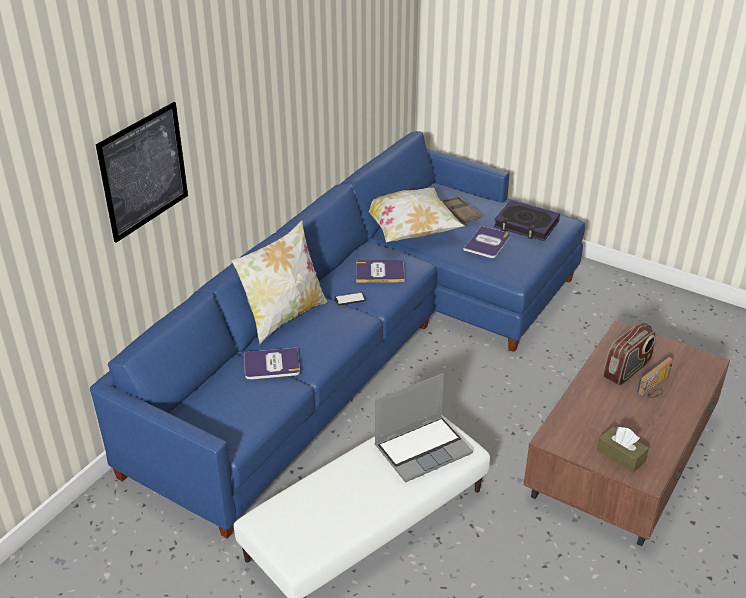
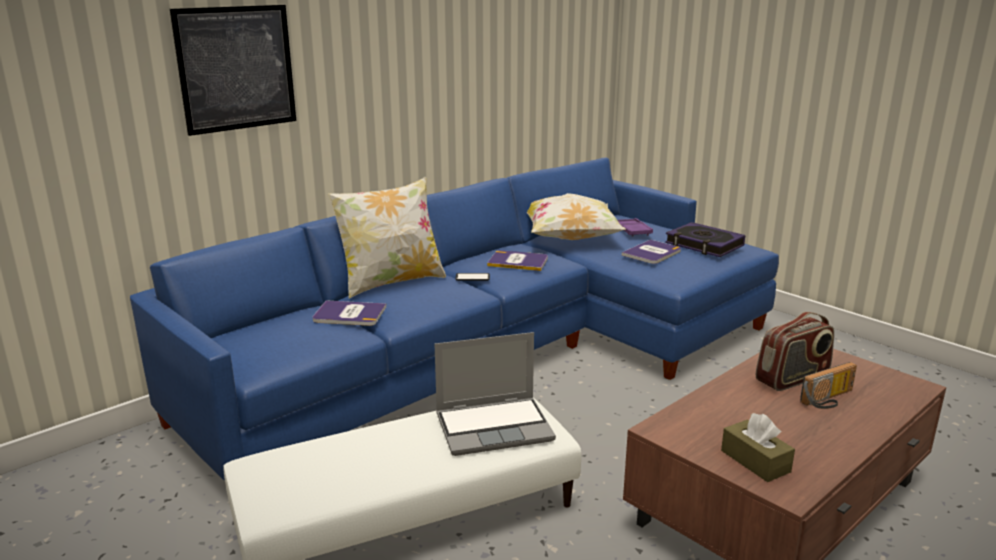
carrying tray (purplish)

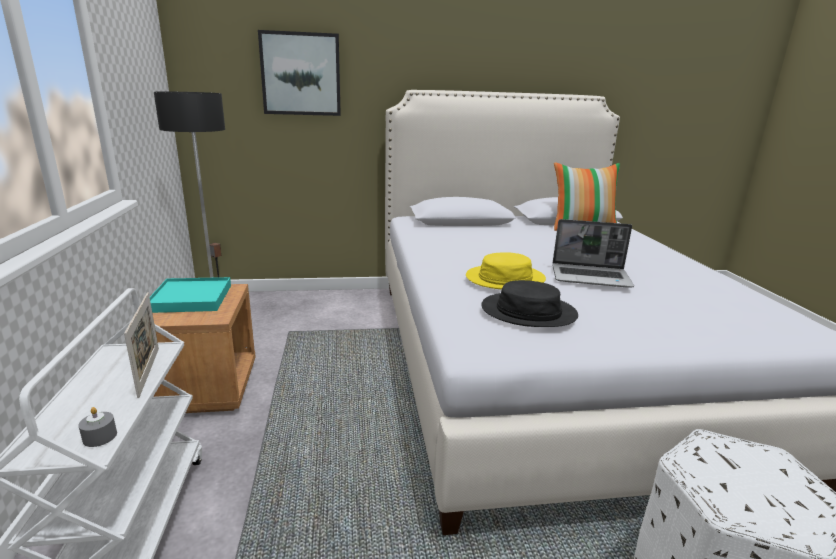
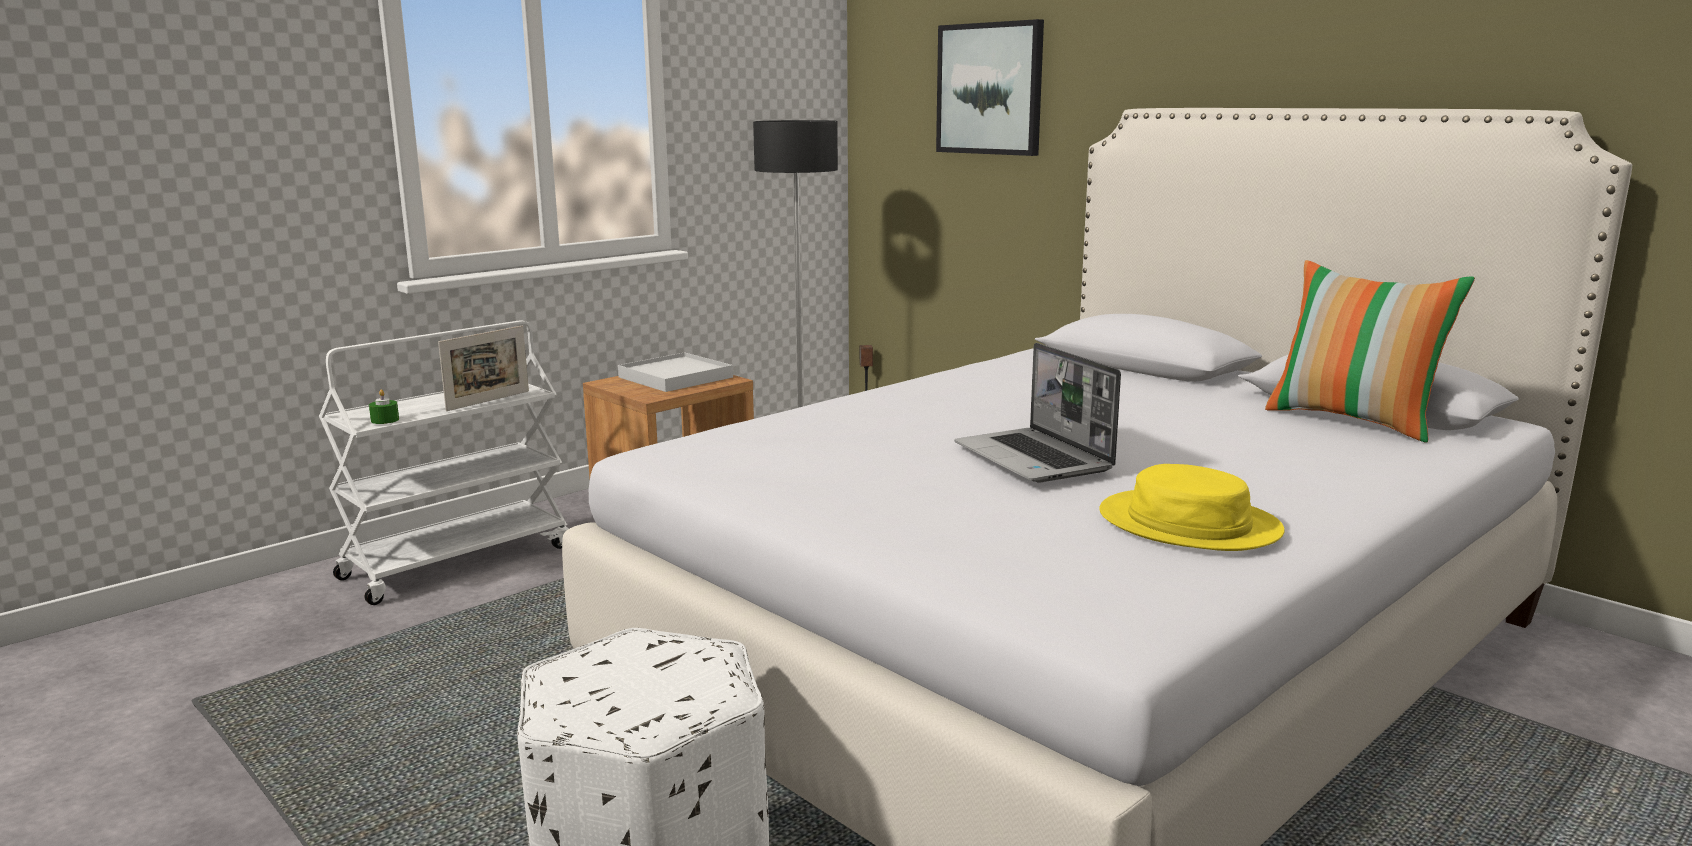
hat (yellow); carrying tray (white-coloured); hat (blackish); candle (green-coloured)

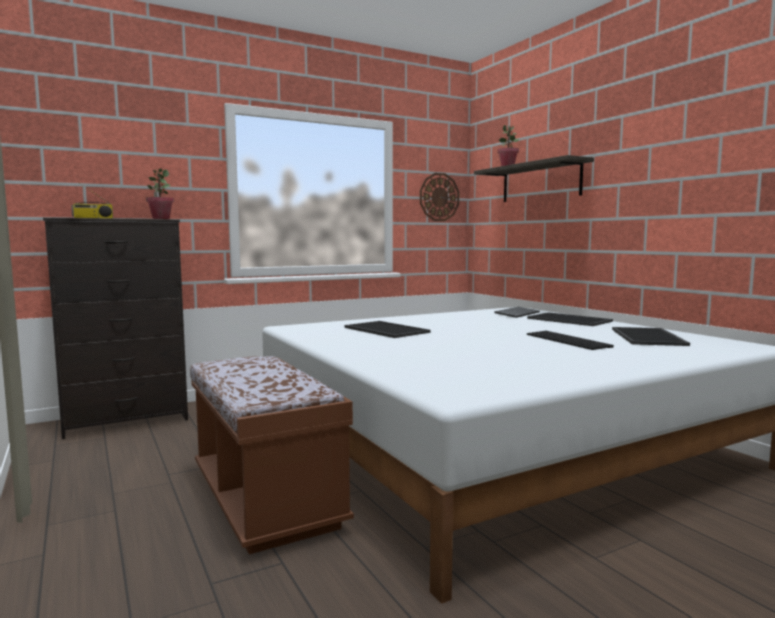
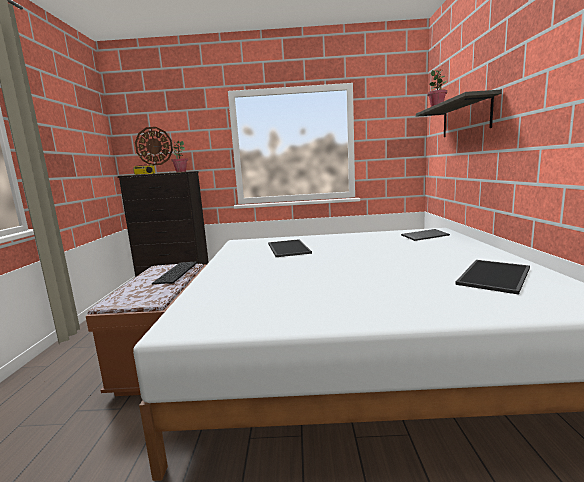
wall clock; carrying tray (no. 2 from left in the first image); PC keyboard (no. 1 from left)

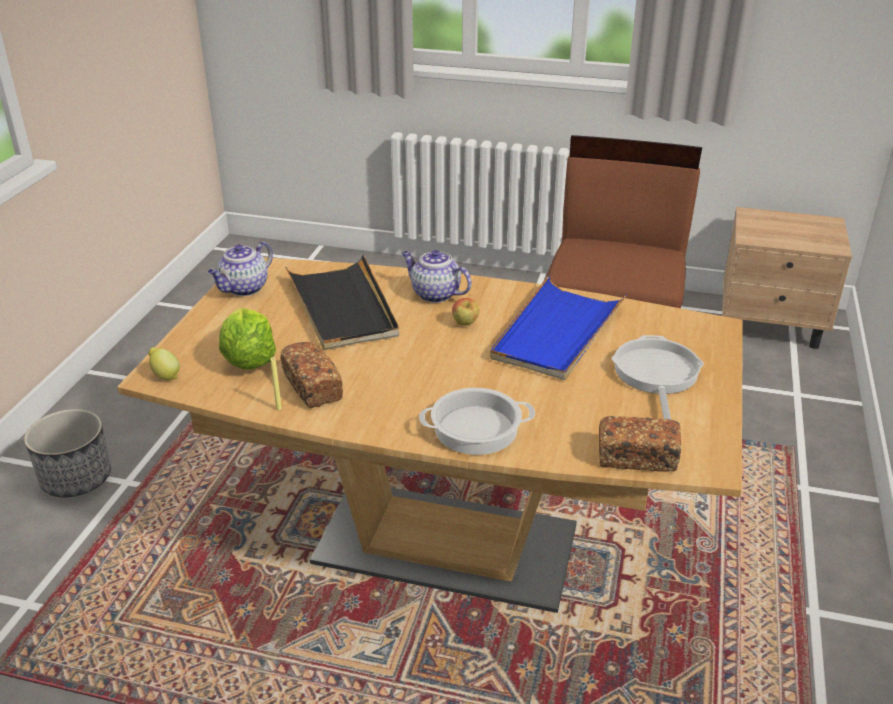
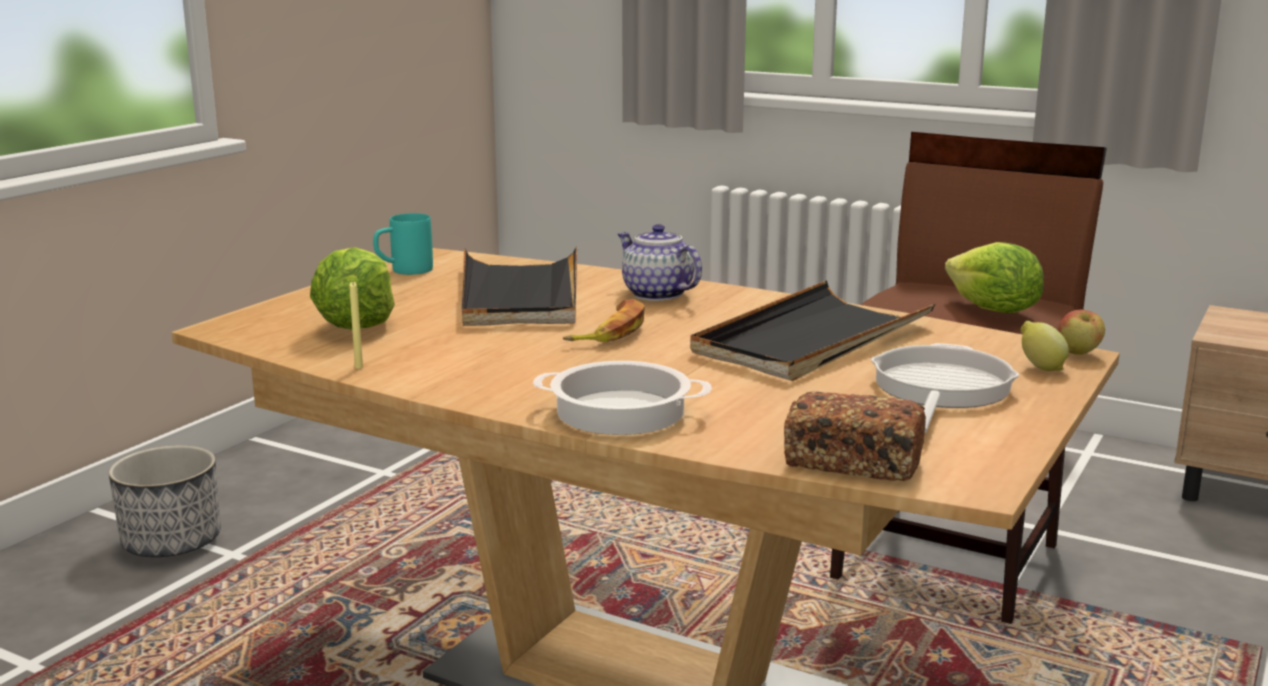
coffee mug (blue-green); carrying tray (blackish) (no. 2 from left); apple; bread (no. 1 from left in the first image); lemon; lettuce (no. 2 from left); banana

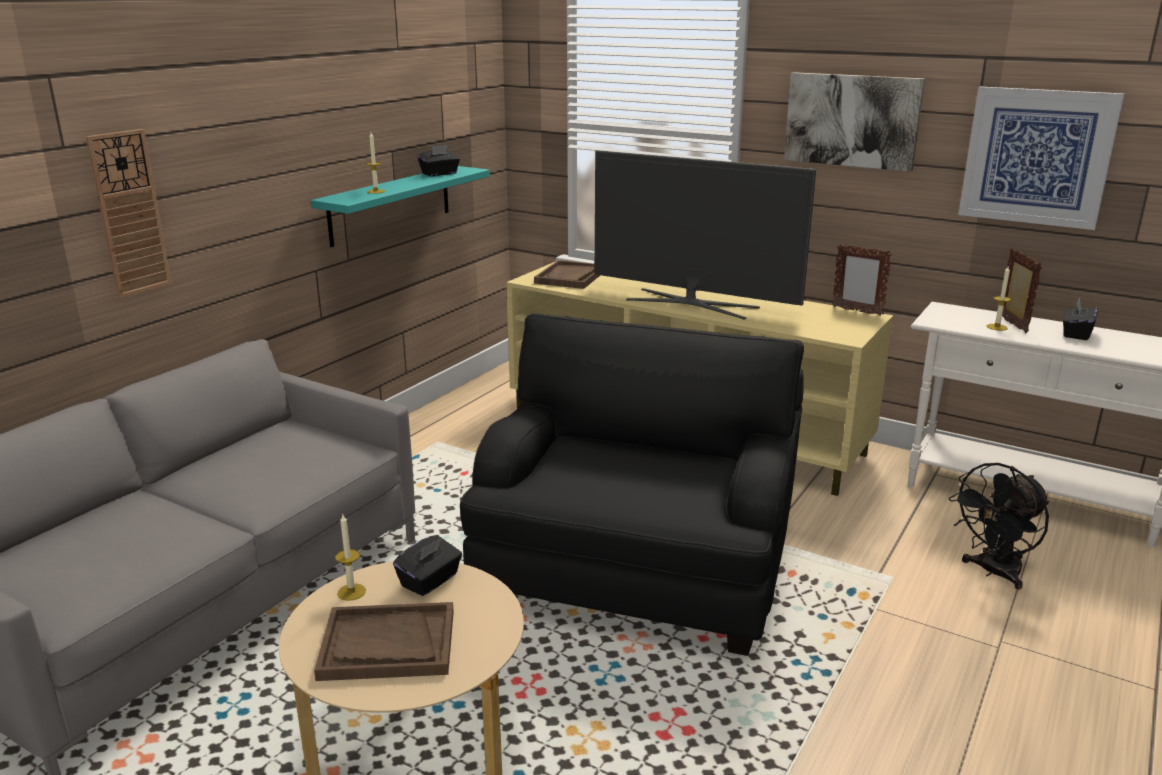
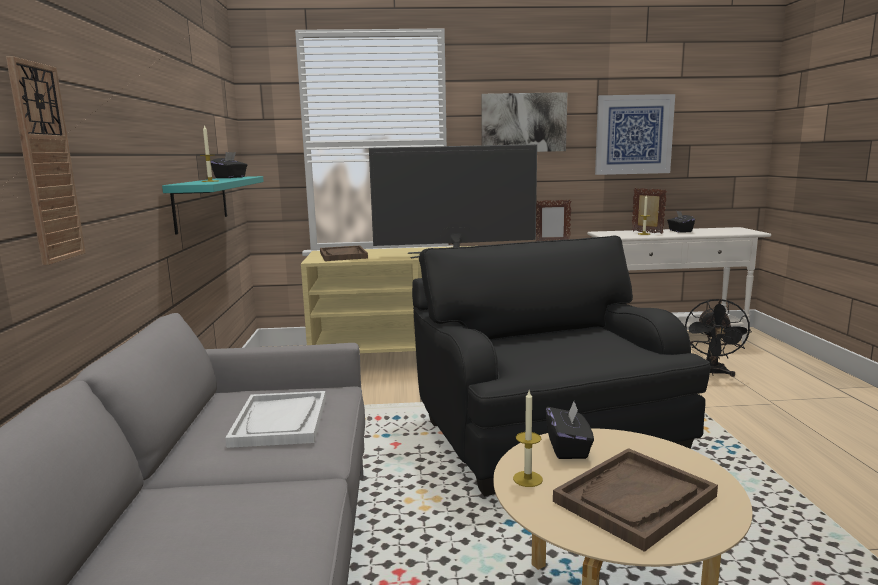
carrying tray (white-coloured)

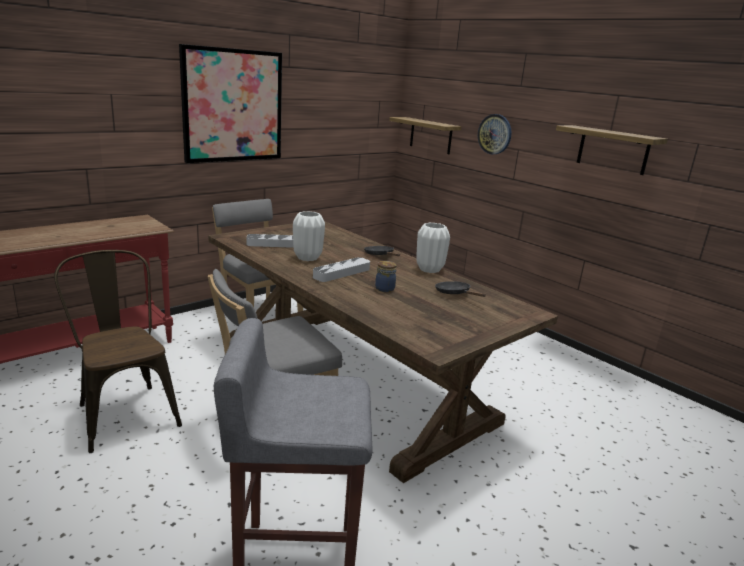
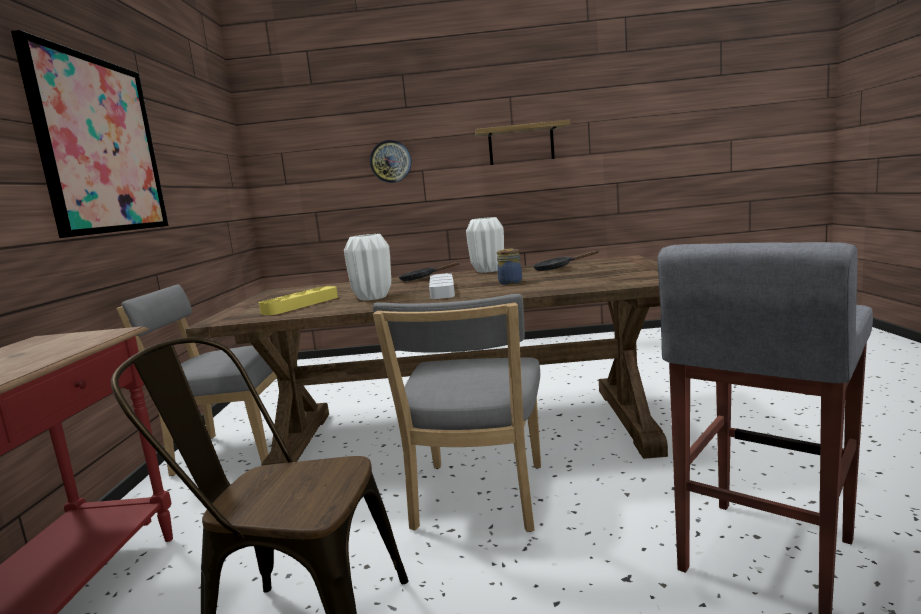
wall shelf (no. 1 from left in the first image); carrying tray (yellow)

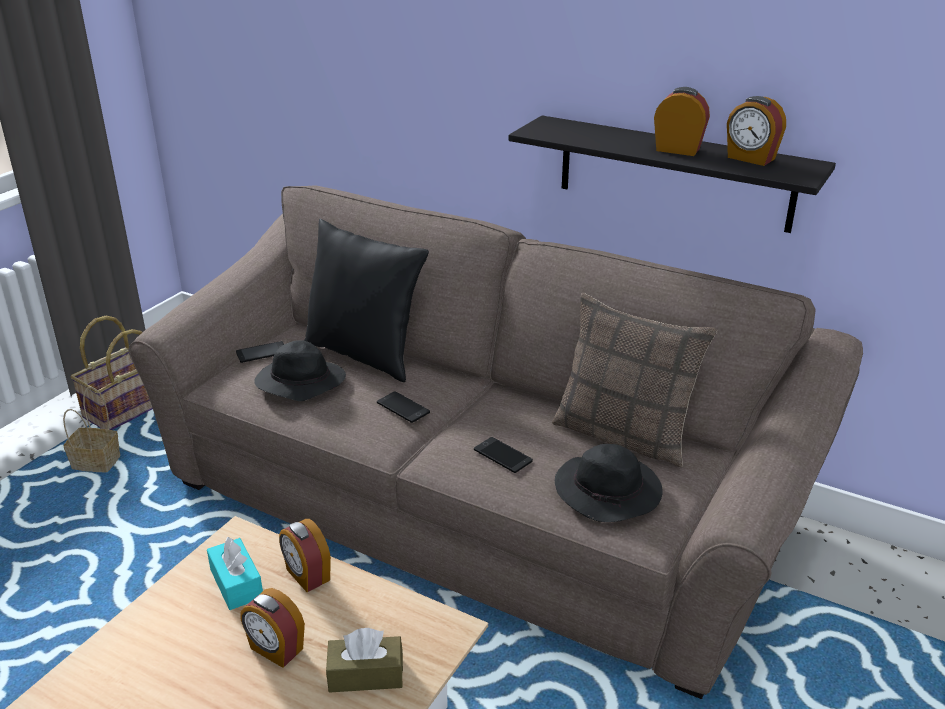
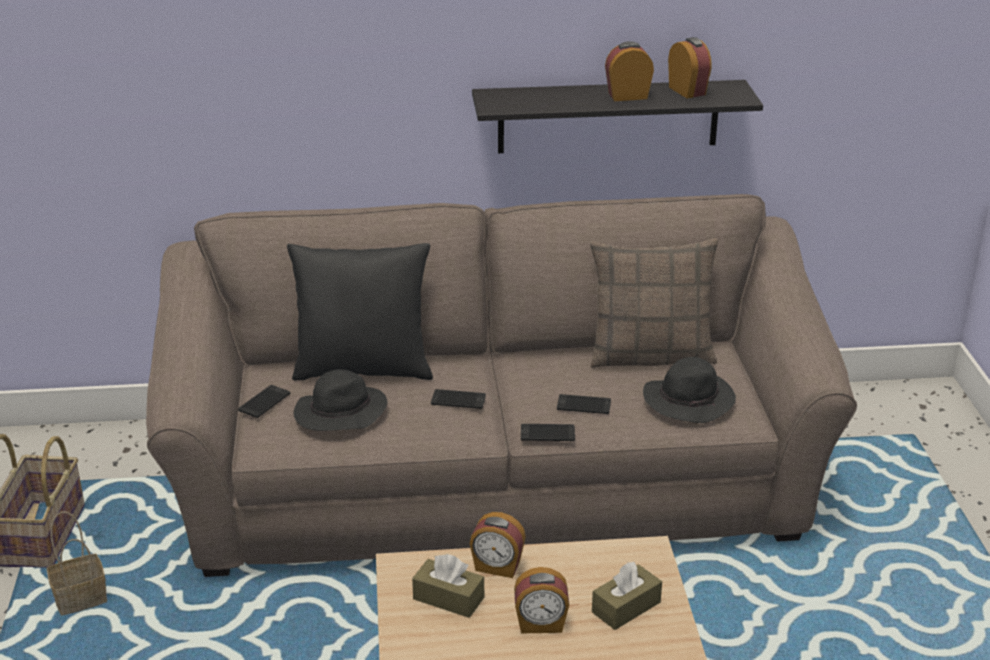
alarm clock (no. 4 from left); box of tissues (brownish) (no. 1 from left); phone (no. 3 from left)

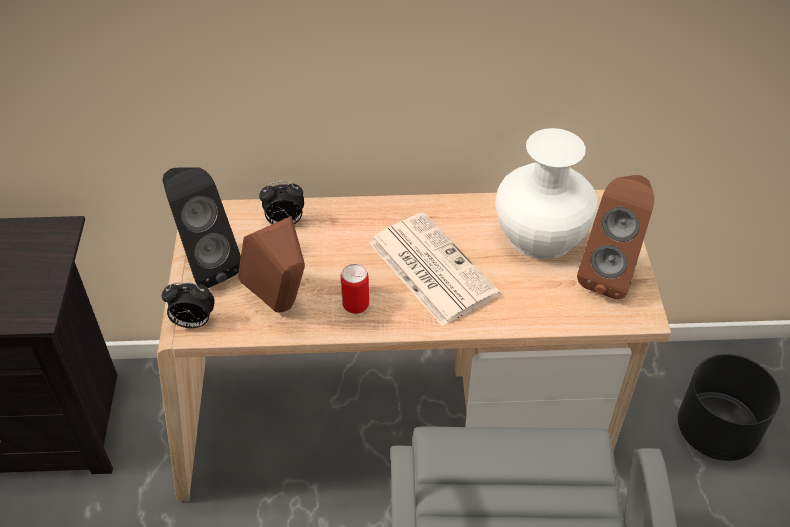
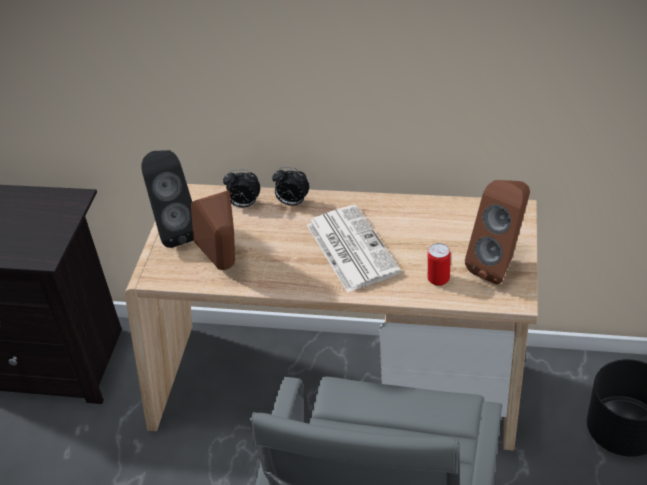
decorative vase (white-coloured); can; alarm clock (no. 2 from left)

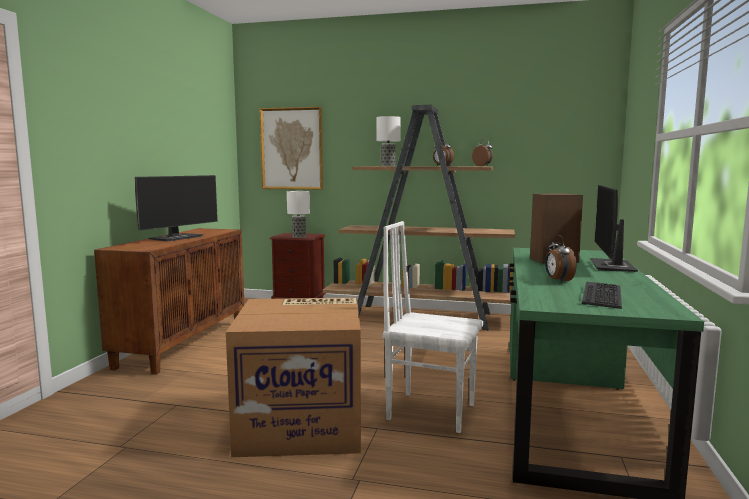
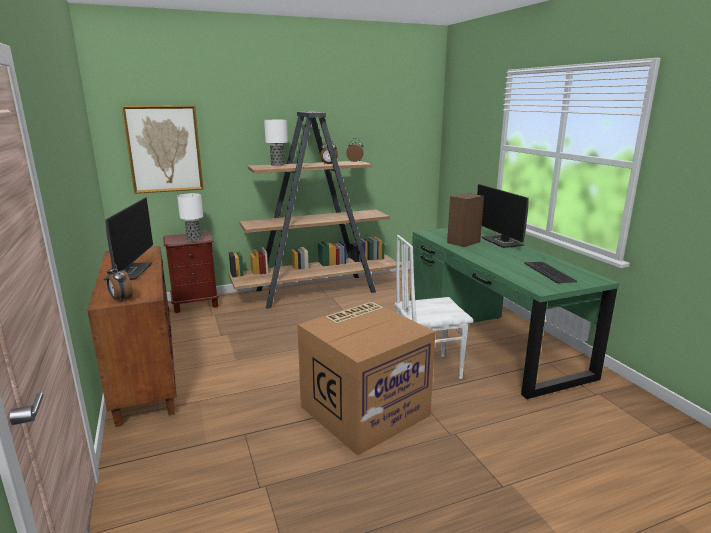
alarm clock (no. 1 from left)

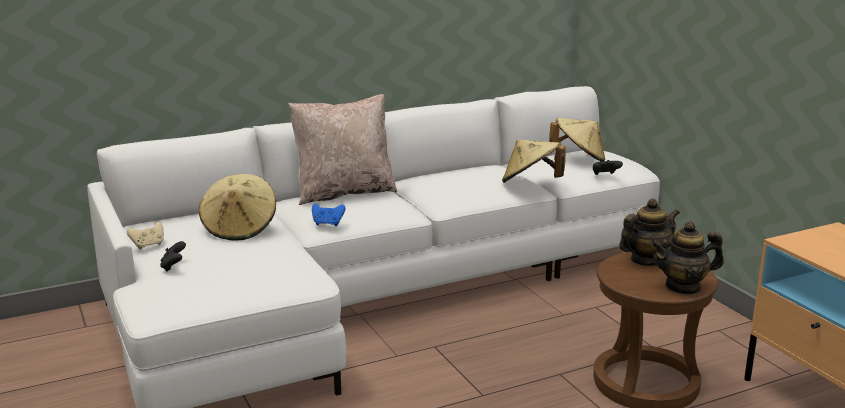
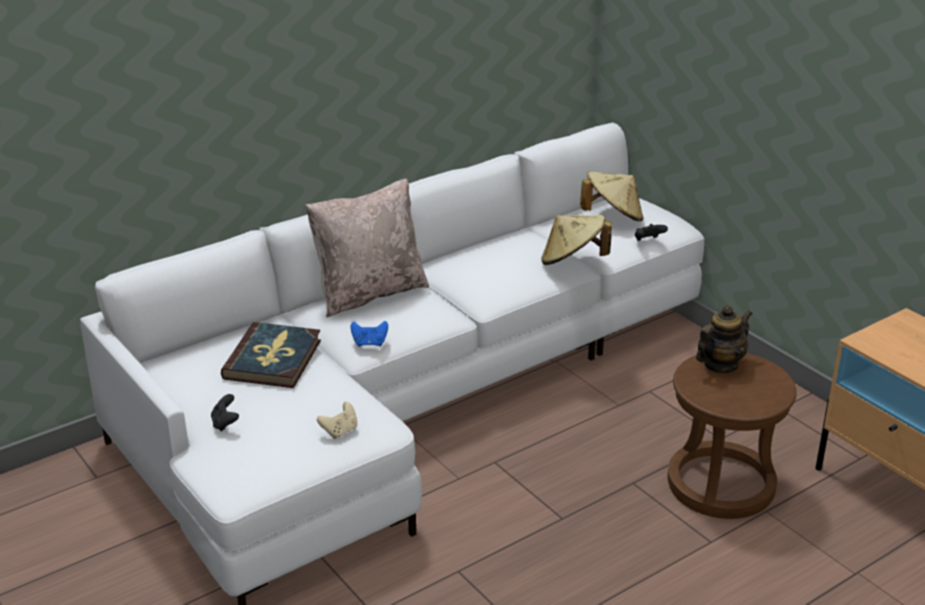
bound book; joypad (beige-coloured); tea pot (no. 2 from left in the first image)

